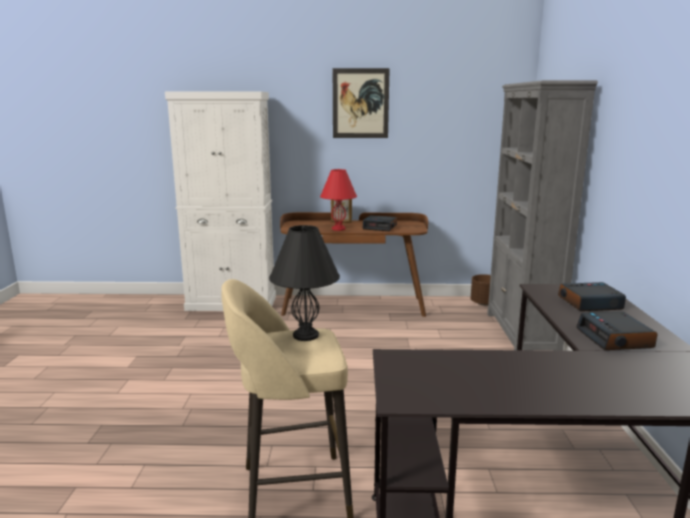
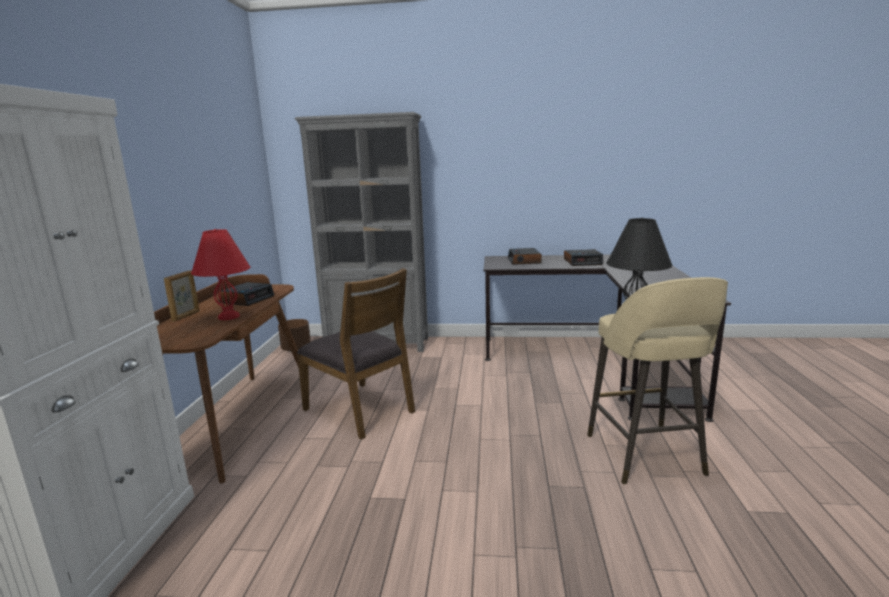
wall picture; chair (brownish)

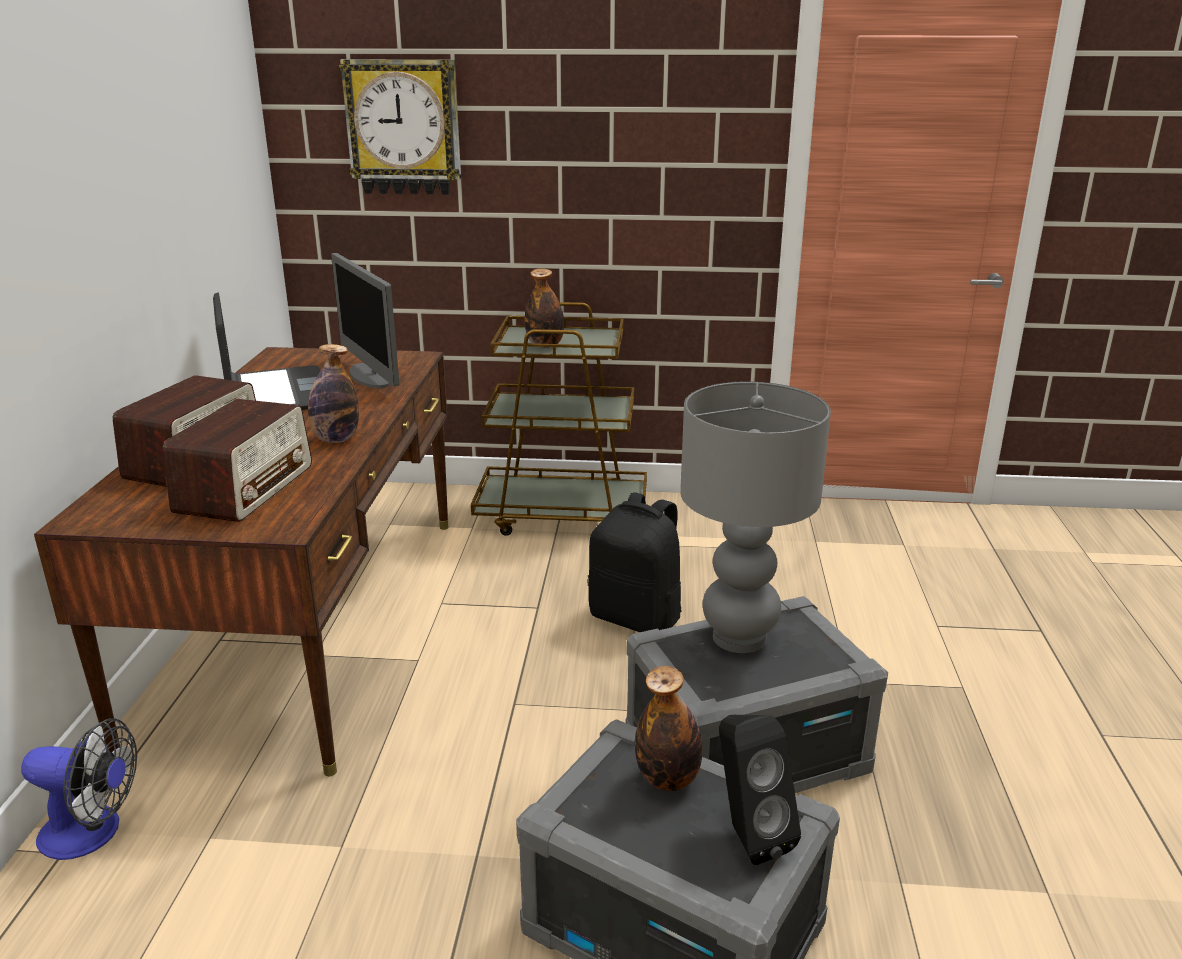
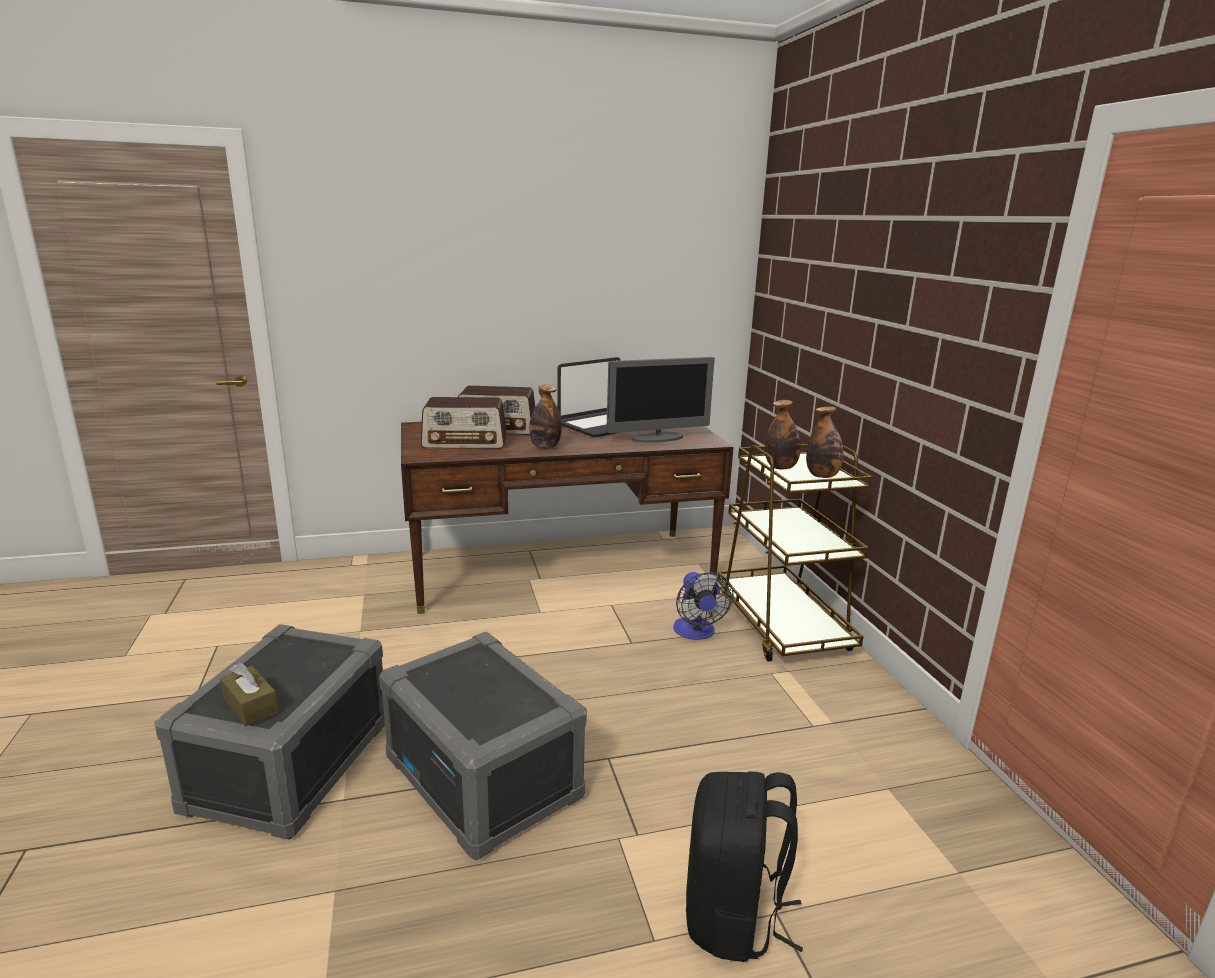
wall clock; computer display; lamp for a table (grey); rucksack (blackish); beverage bottle (no. 3 from left); box of tissues (brownish); fan

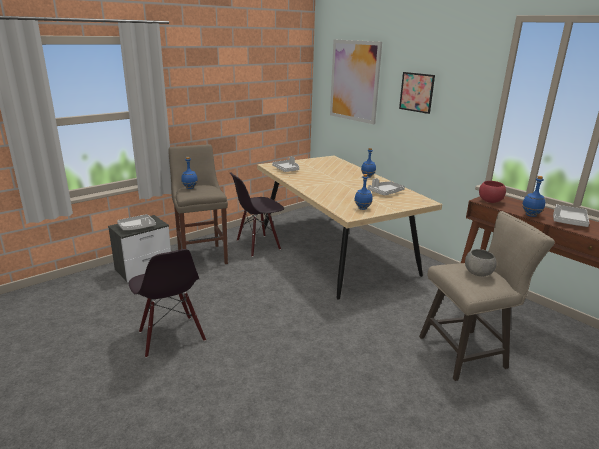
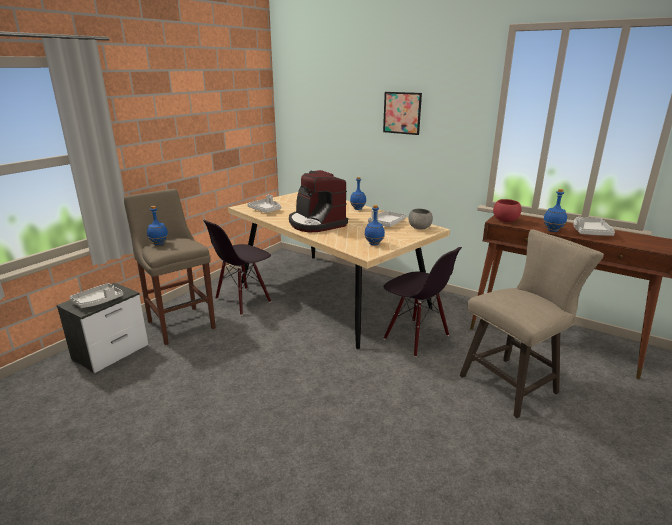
wall picture (no. 1 from left in the first image); chair (blackish) (no. 2 from left); bowl (grey); coffee machine

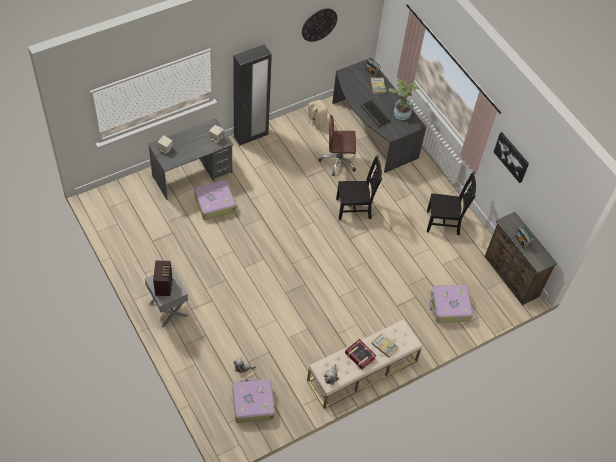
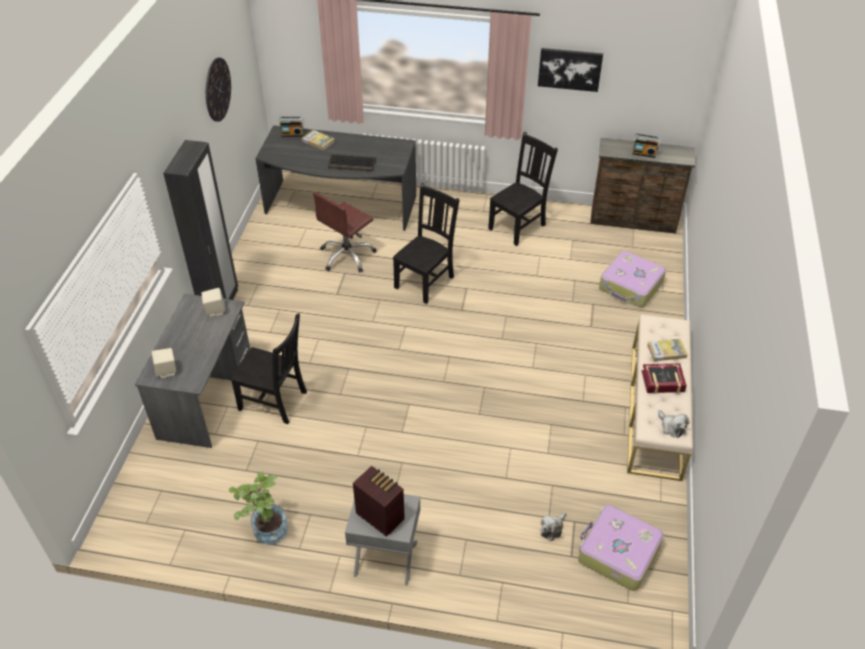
houseplant; rucksack (beige-coloured); chair (blackish) (no. 1 from left)

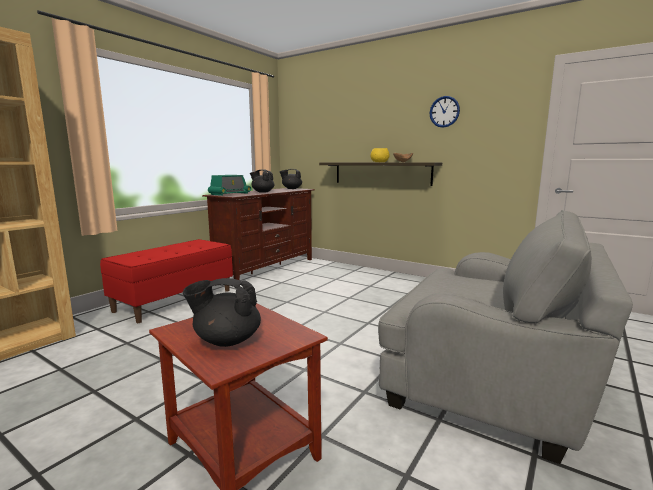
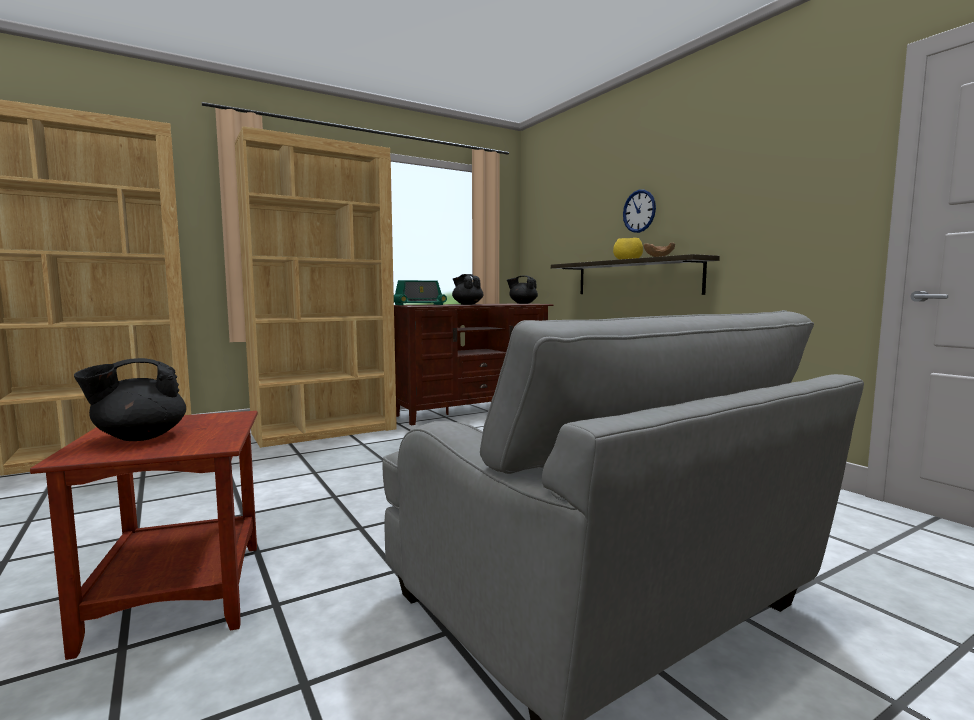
wall clock; bookcase (brownish) (no. 2 from left); tea pot (blackish) (no. 1 from left)

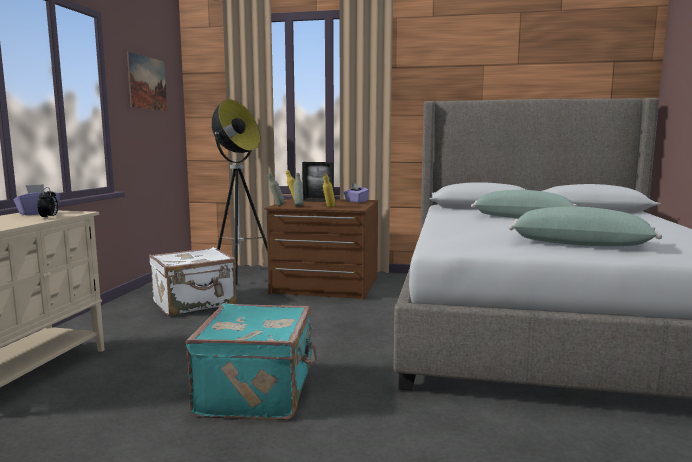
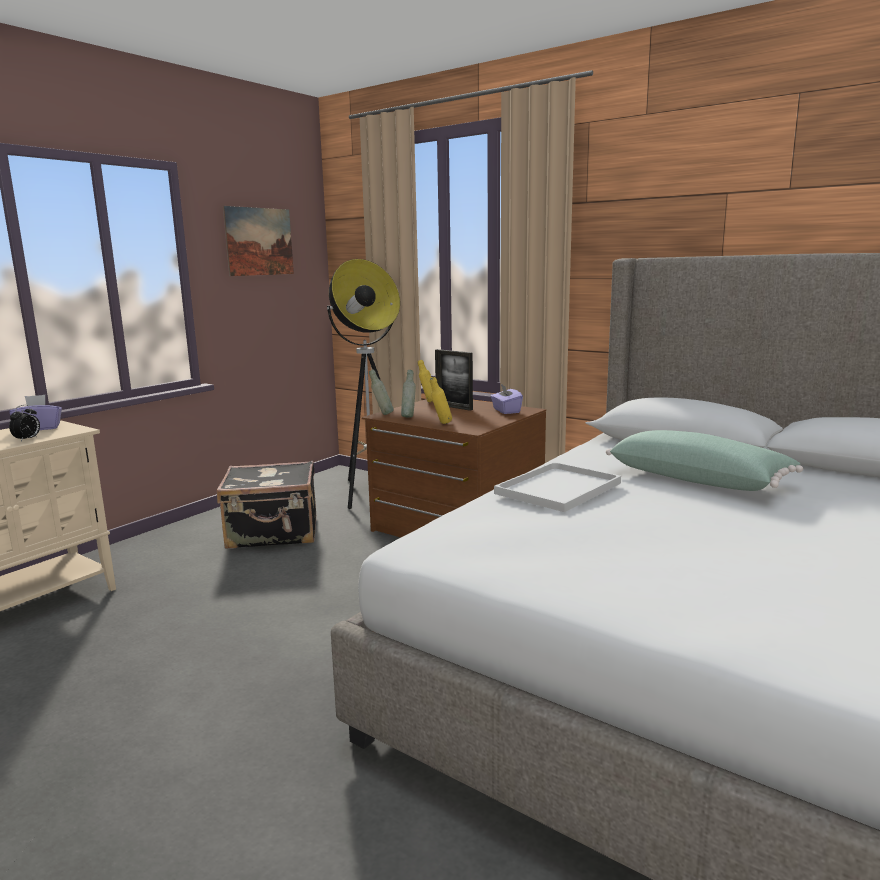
cushion (green-coloured) (no. 2 from left in the first image); travel case (blackish); travel case (blue-green); carrying tray (white-coloured)

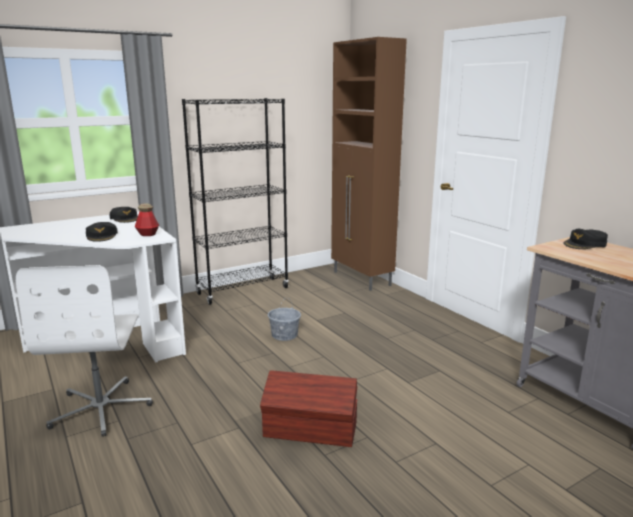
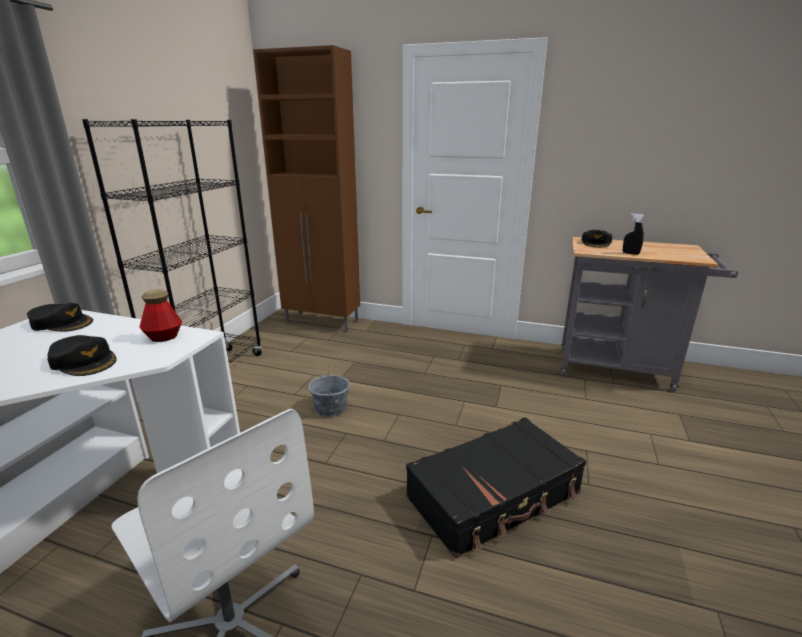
travel case (blackish); sprayer (blackish)

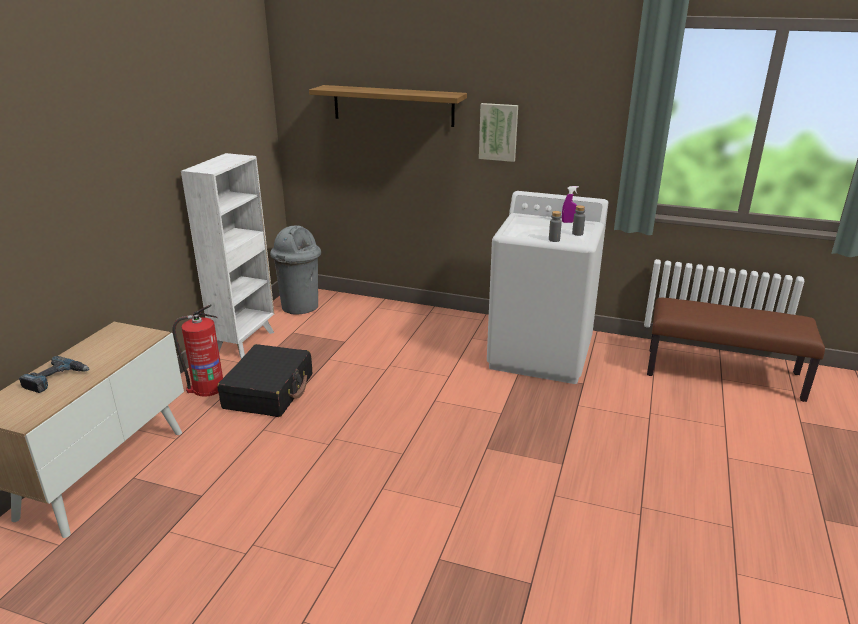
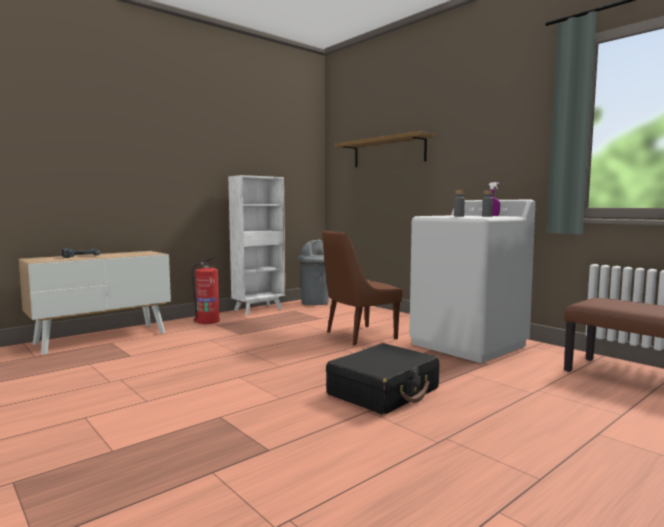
wall picture; travel case (blackish); chair (brownish)

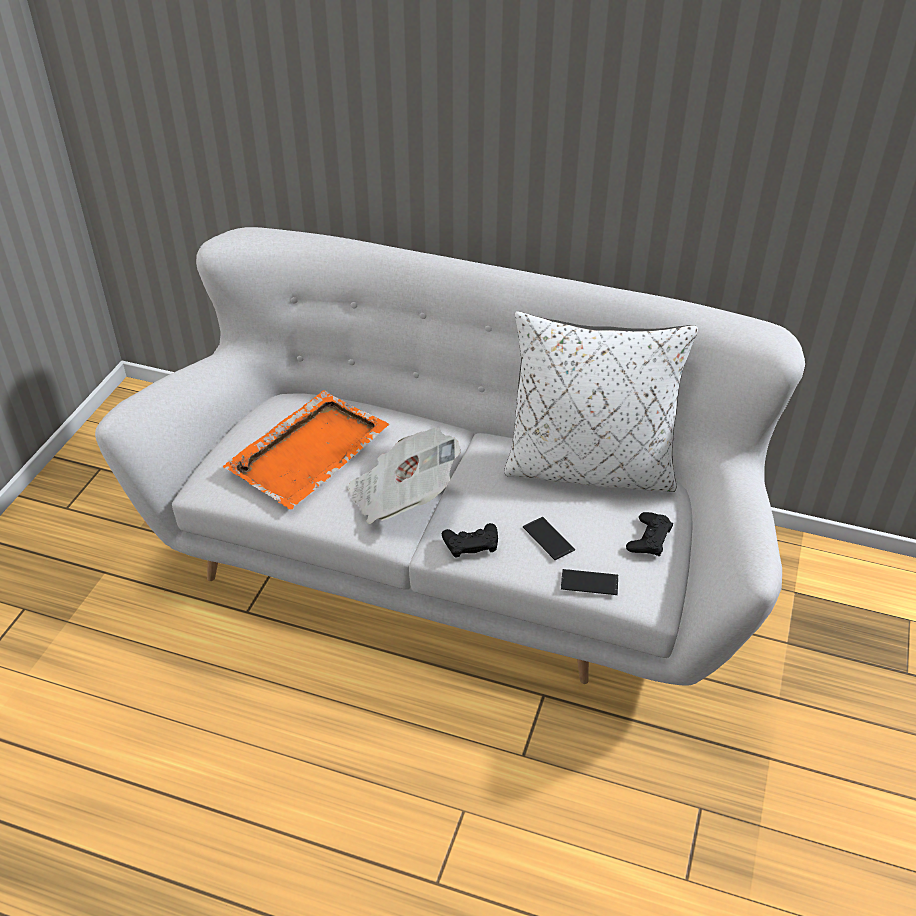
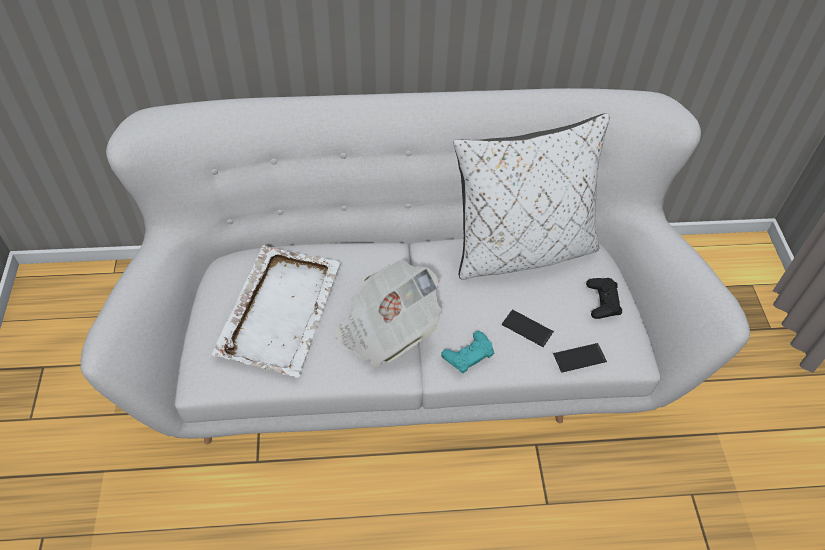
carrying tray (white-coloured); joypad (blue-green)

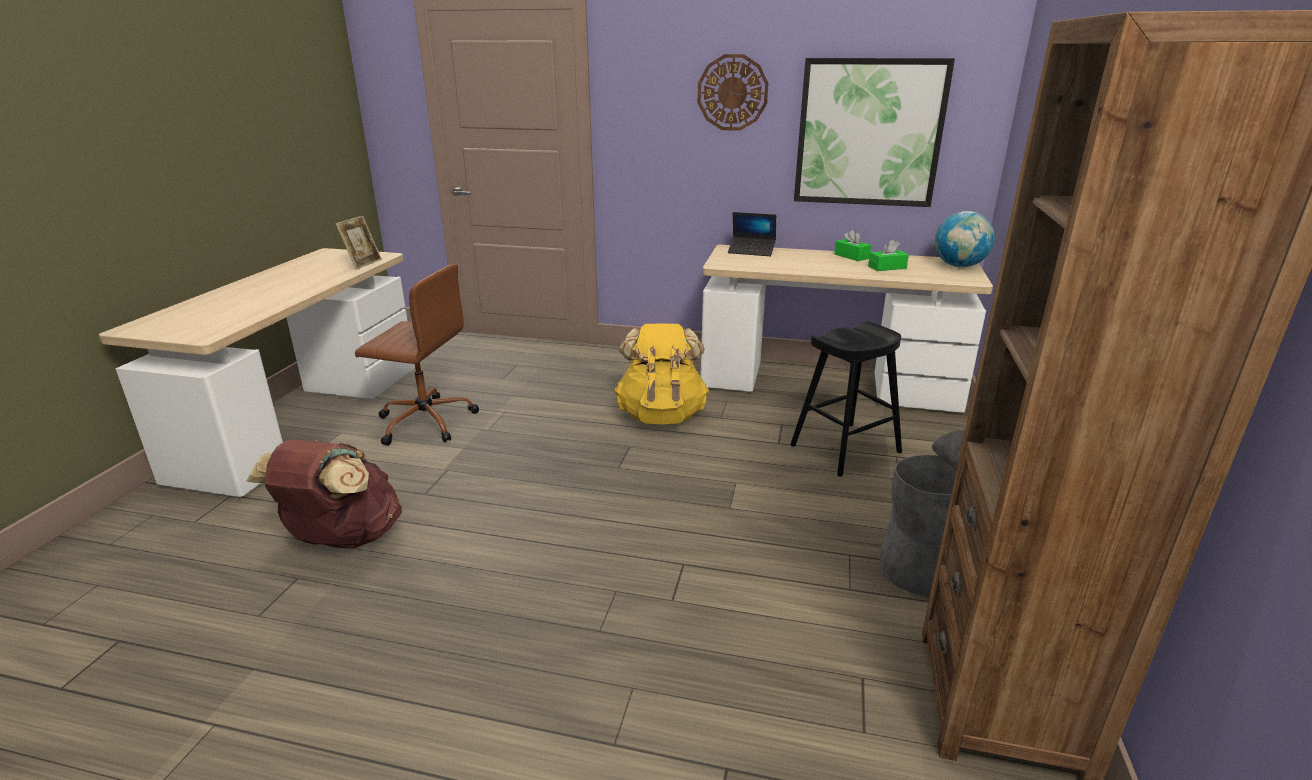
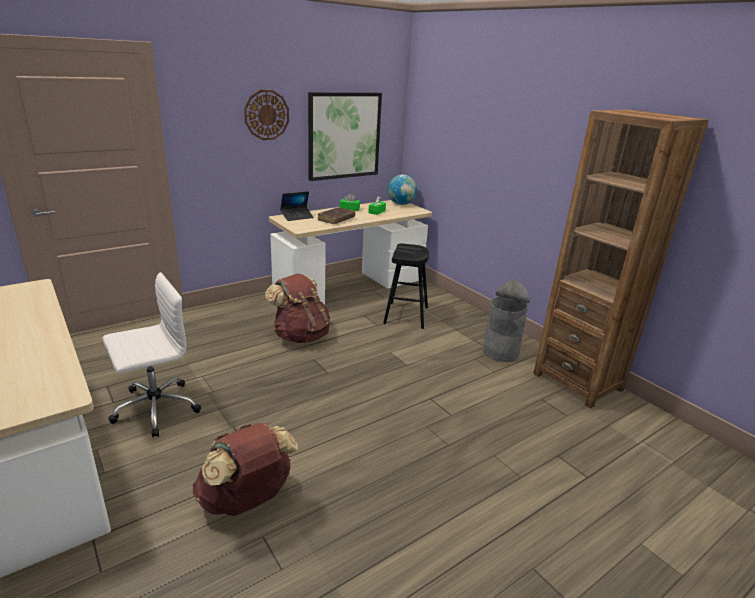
photo frame; computer chair (white-coloured); rucksack (brownish) (no. 2 from left); bound book (brownish)

